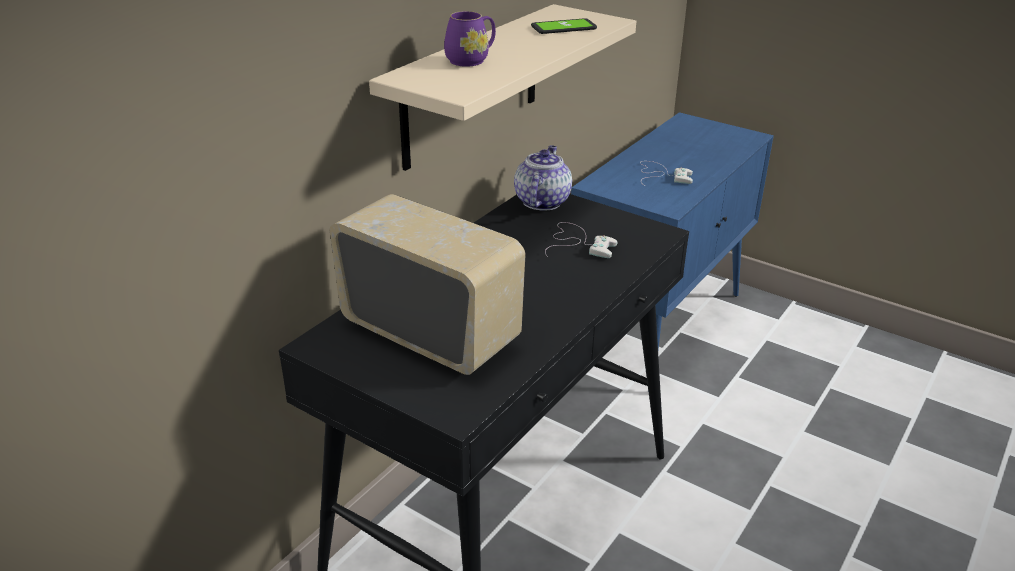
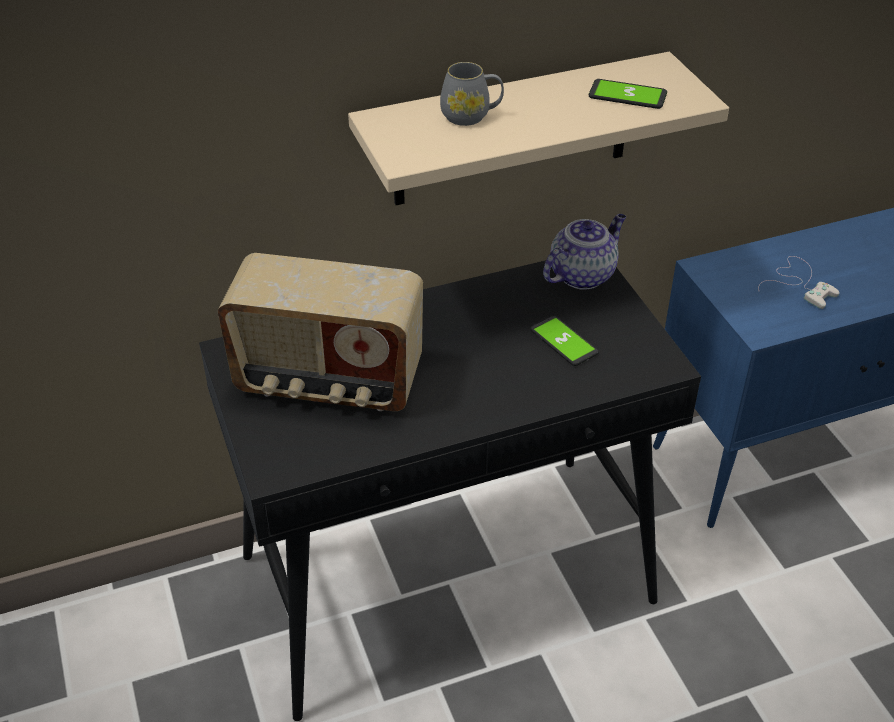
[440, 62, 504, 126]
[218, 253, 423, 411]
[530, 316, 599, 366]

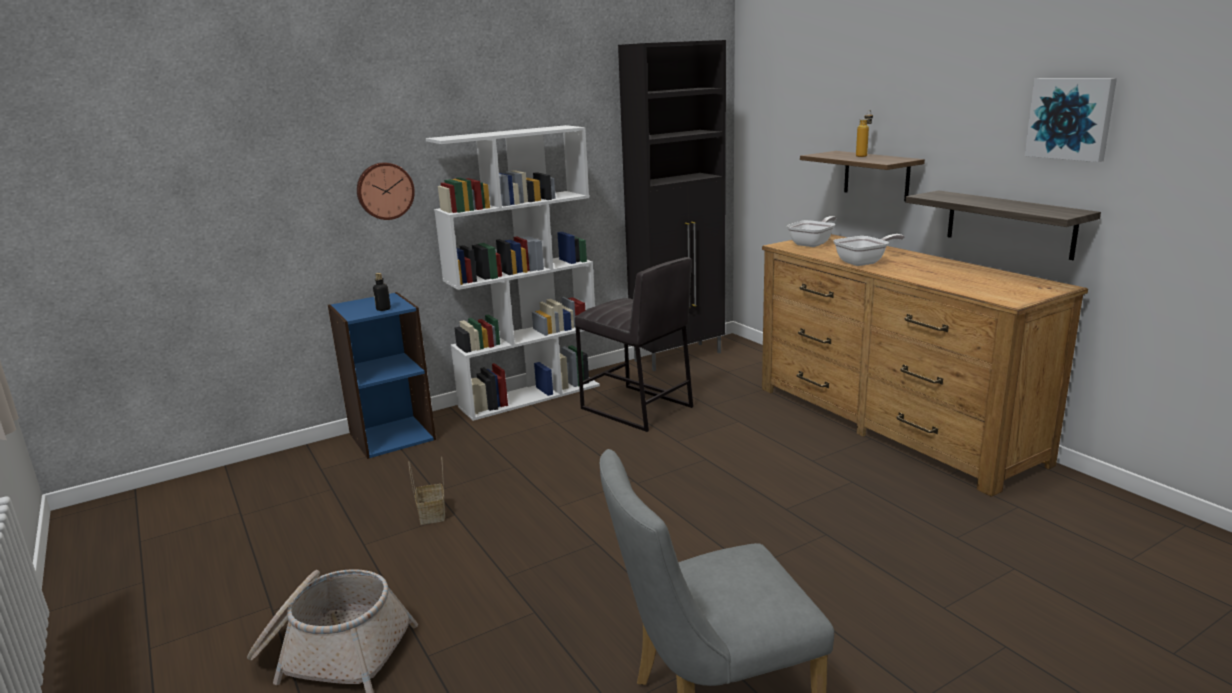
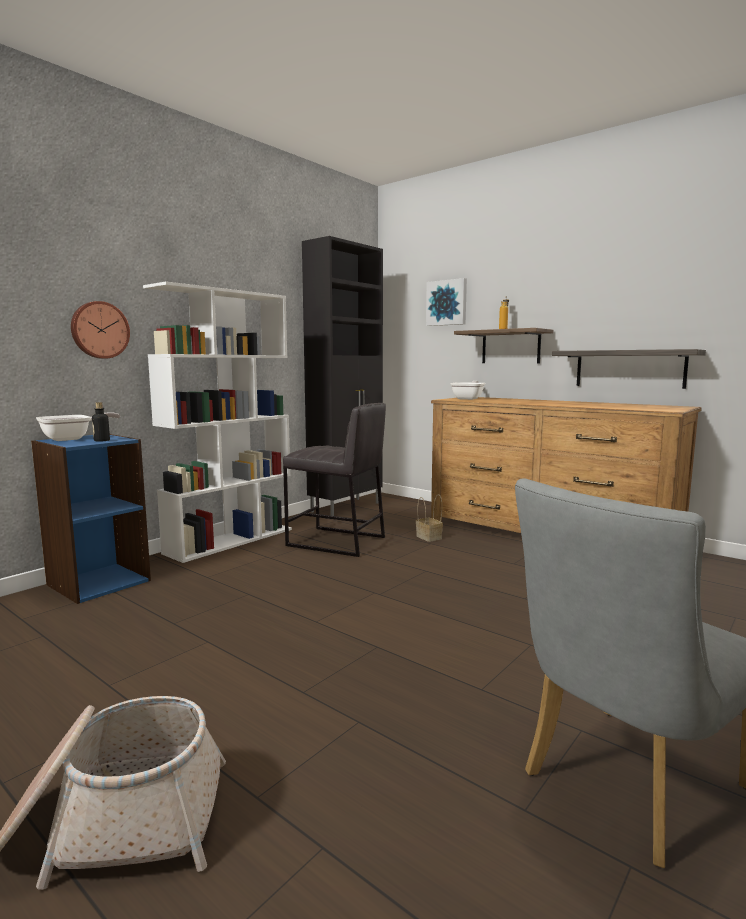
[426, 278, 467, 326]
[36, 412, 120, 441]
[416, 494, 443, 542]

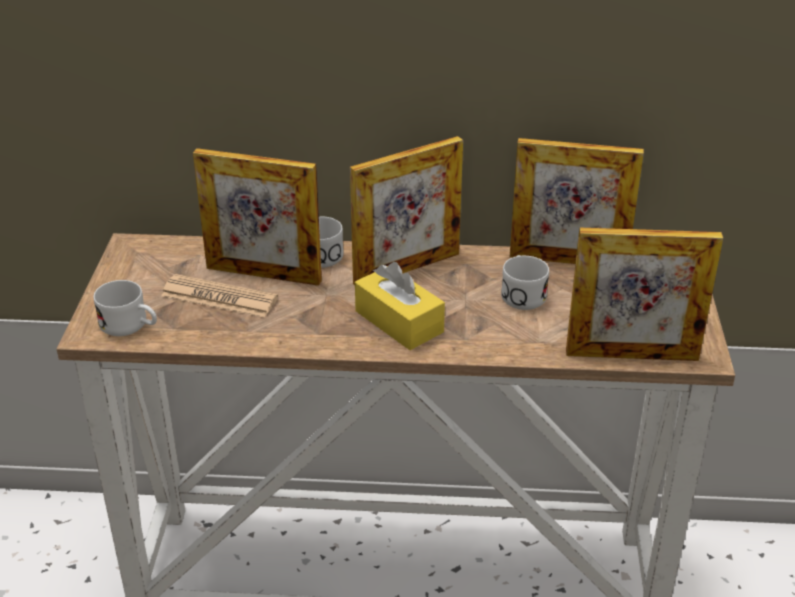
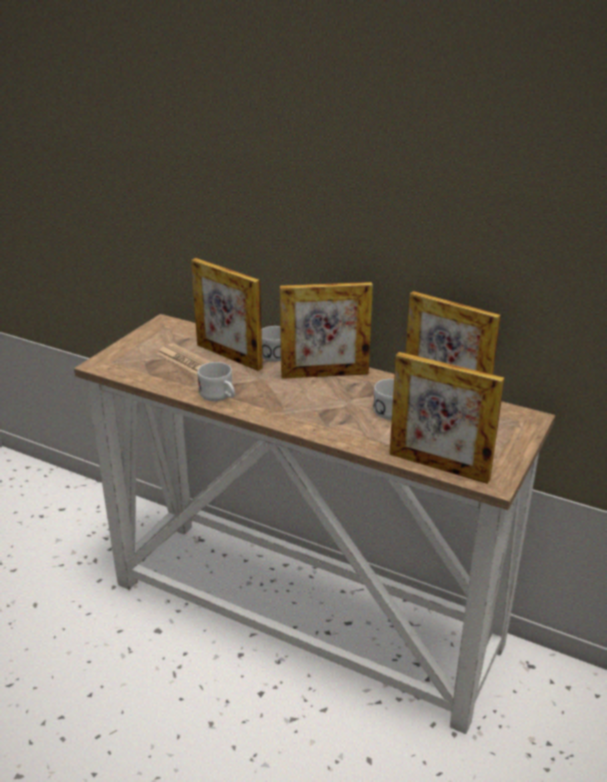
[355, 262, 445, 350] (first image)
[197, 362, 235, 401]

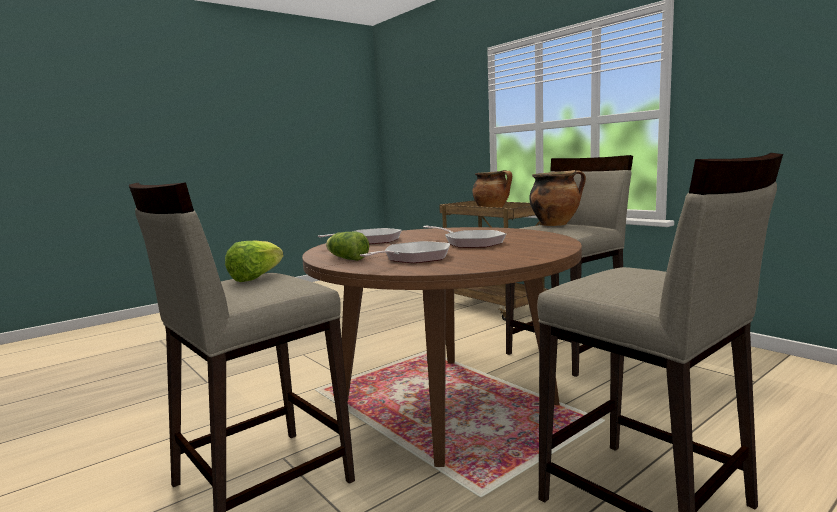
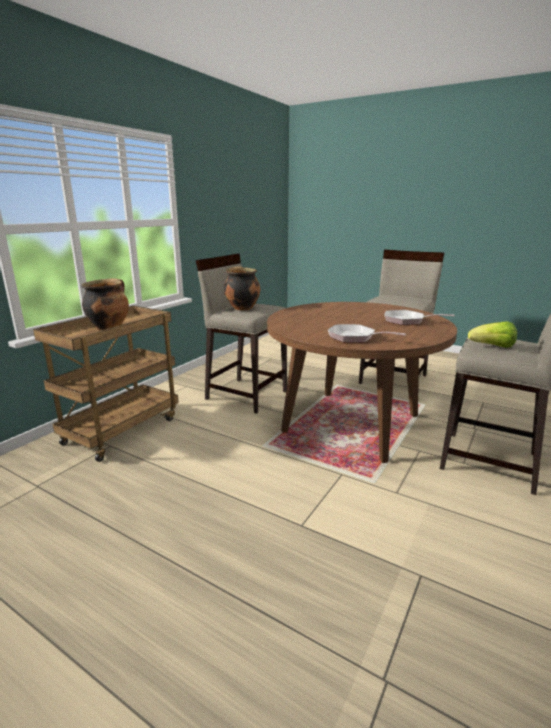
[423, 226, 506, 248] (first image)
[326, 232, 369, 261] (first image)

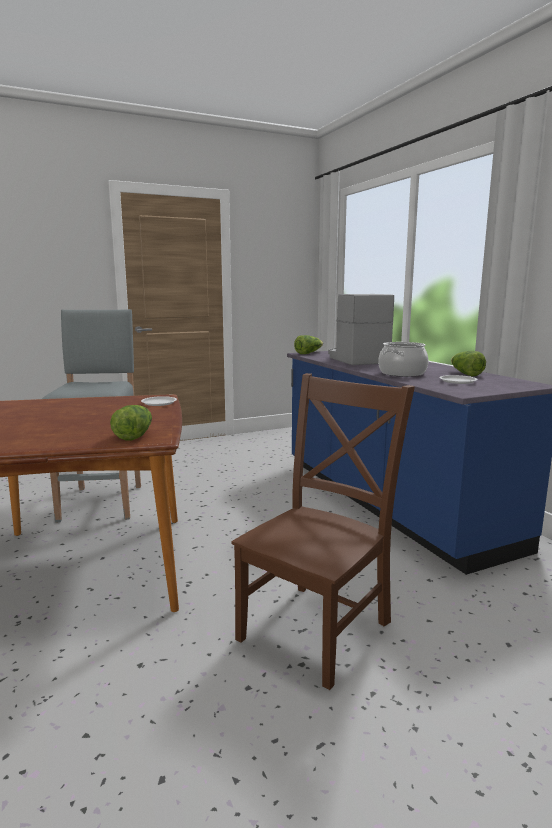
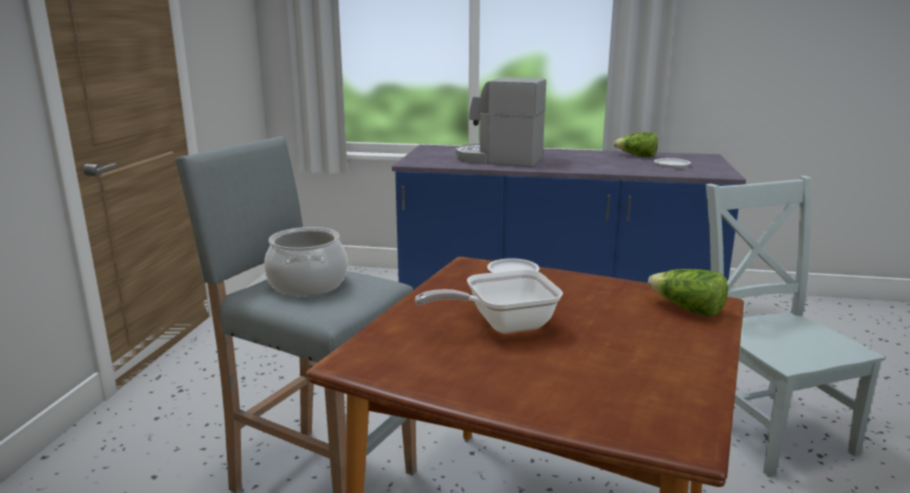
[294, 335, 323, 354] (first image)
[264, 227, 348, 296]
[706, 176, 886, 477]
[415, 269, 563, 333]

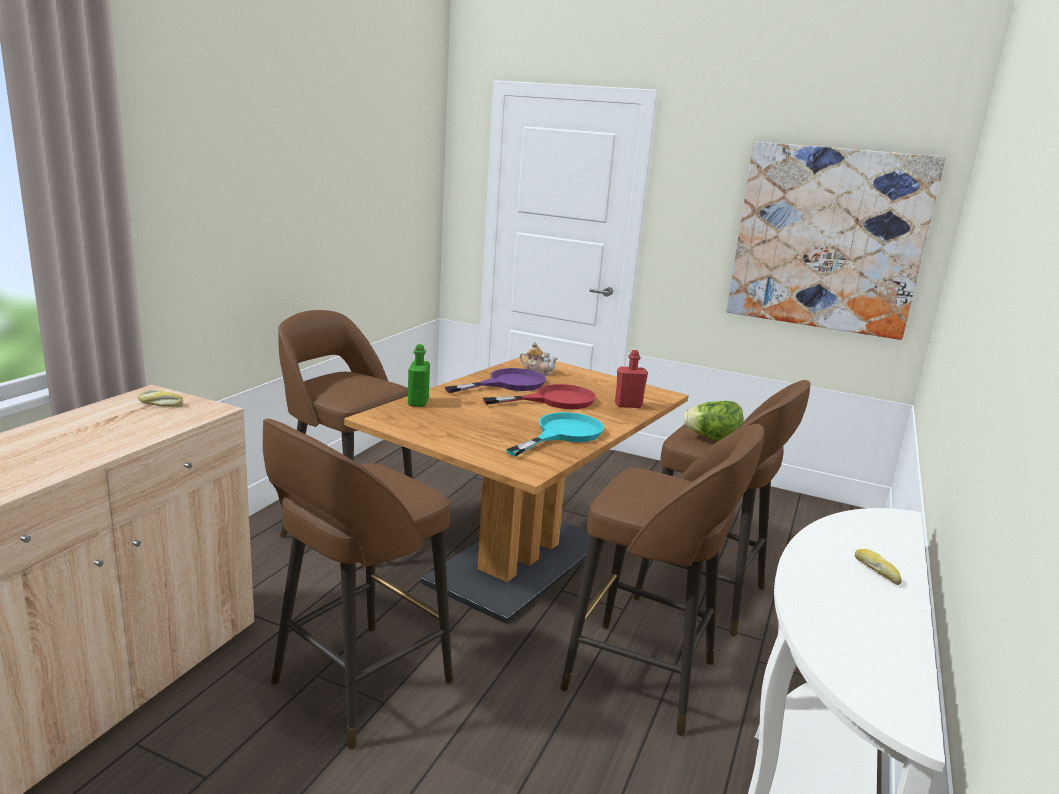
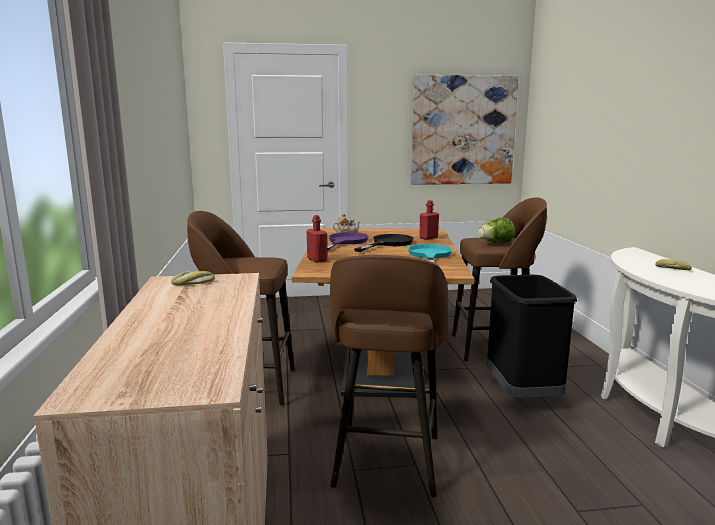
[307, 215, 327, 263]
[354, 234, 414, 252]
[487, 275, 577, 398]

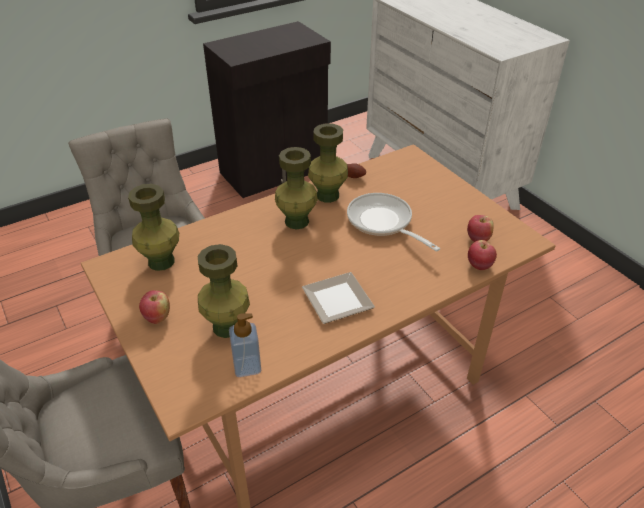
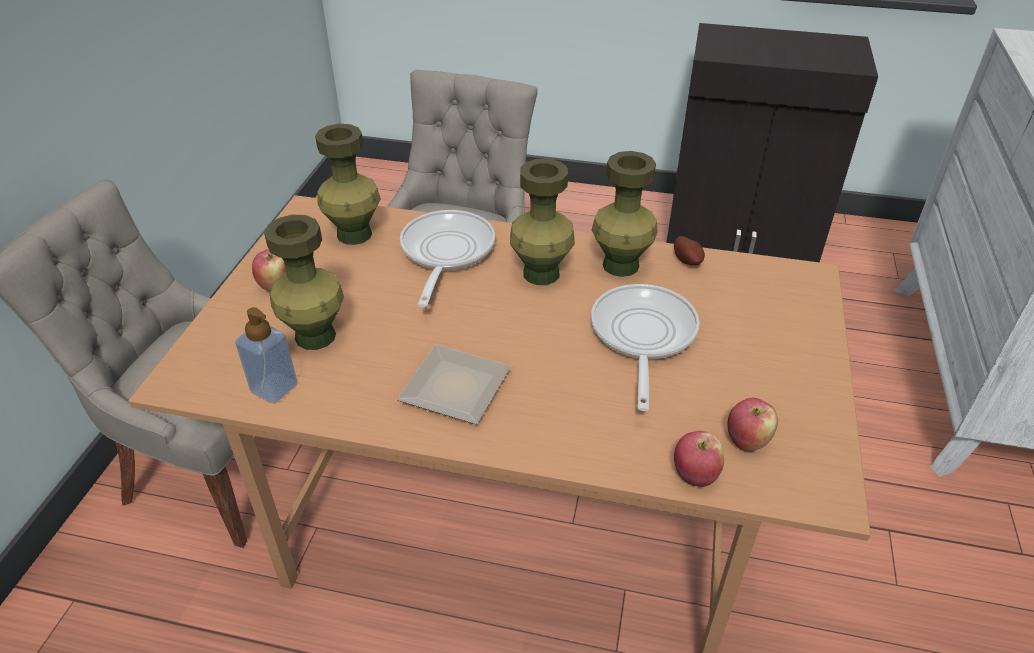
[400, 210, 495, 307]

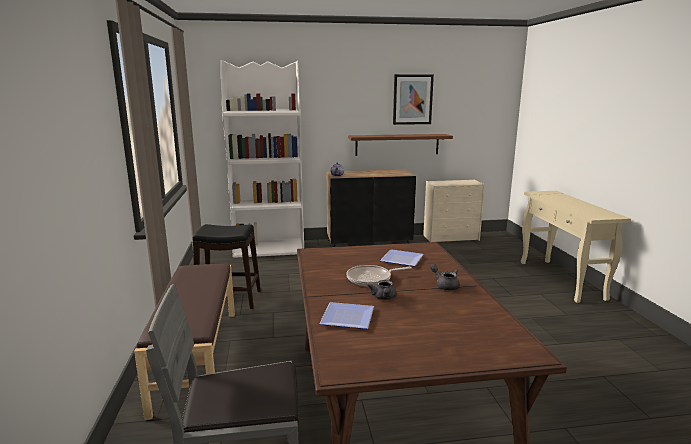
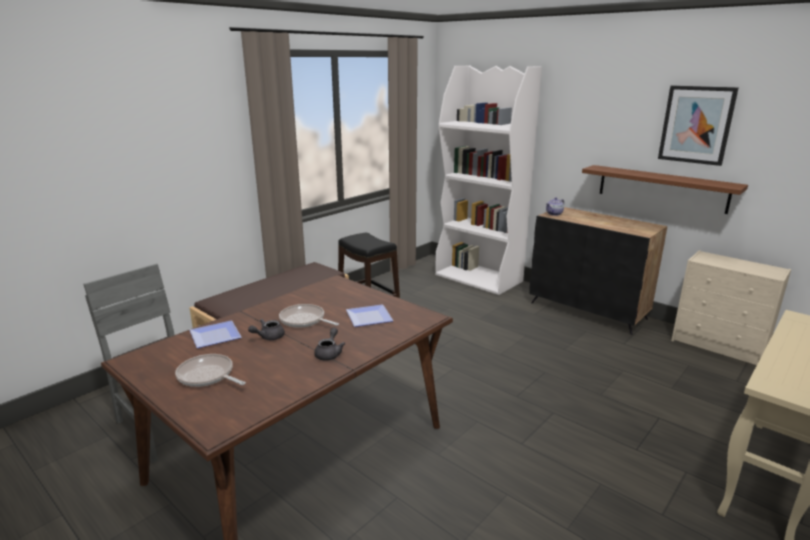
[175, 354, 246, 387]

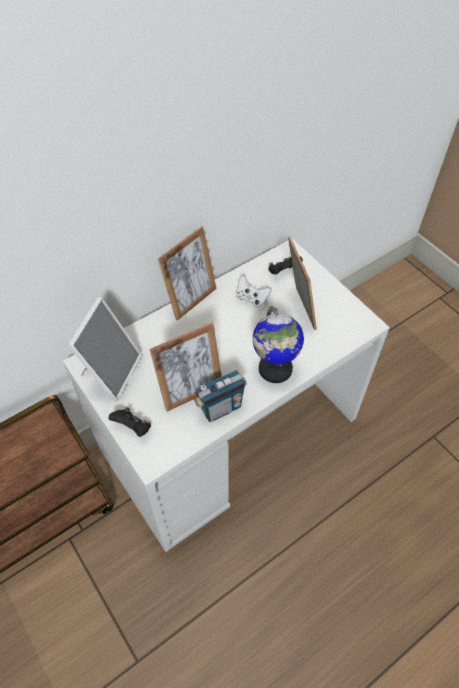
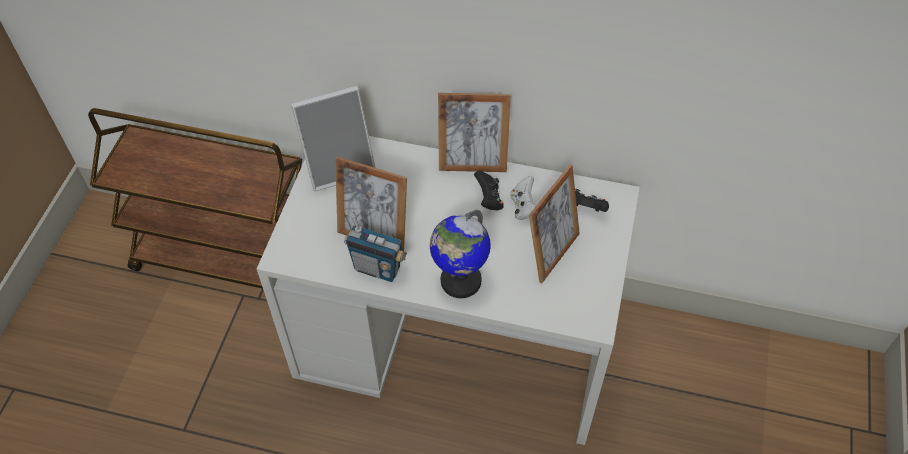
[474, 170, 504, 210]

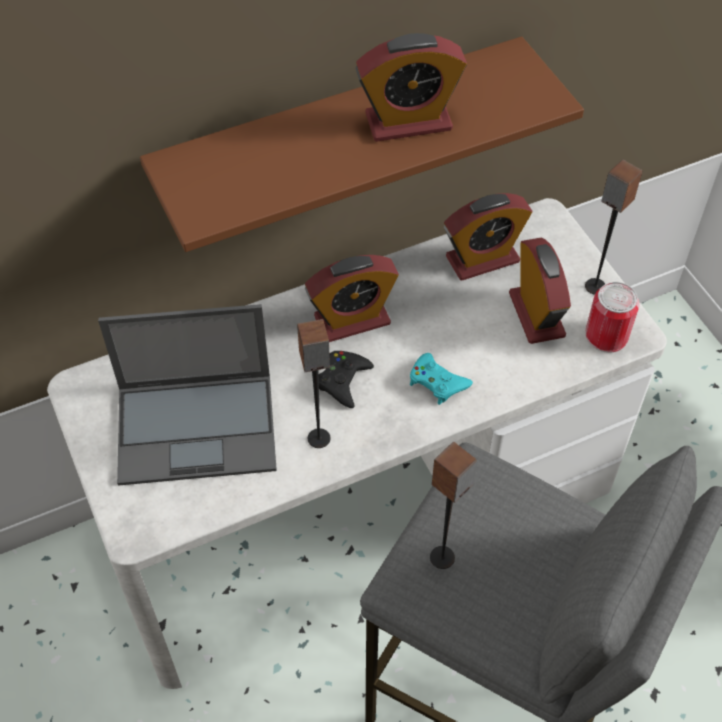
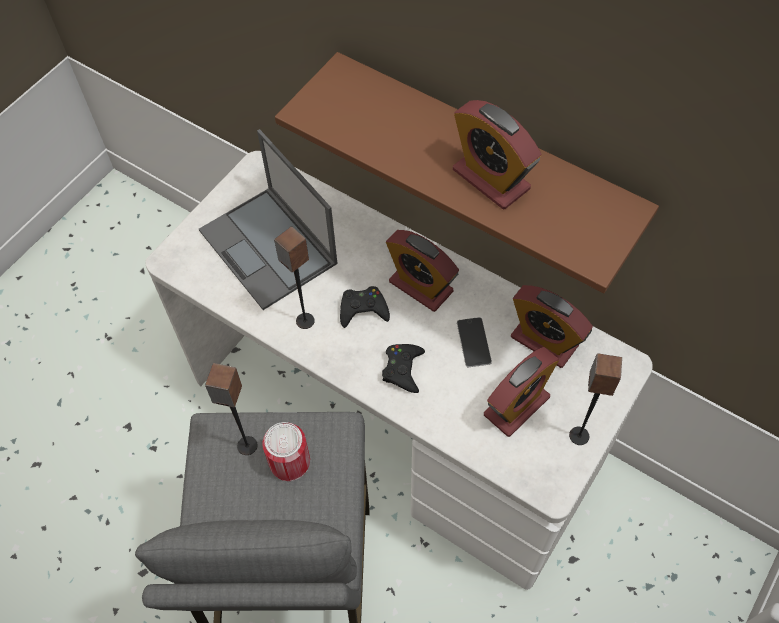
[262, 422, 310, 481]
[382, 344, 425, 393]
[457, 317, 492, 367]

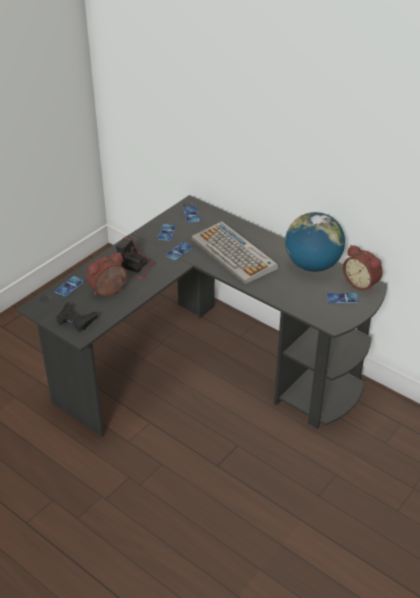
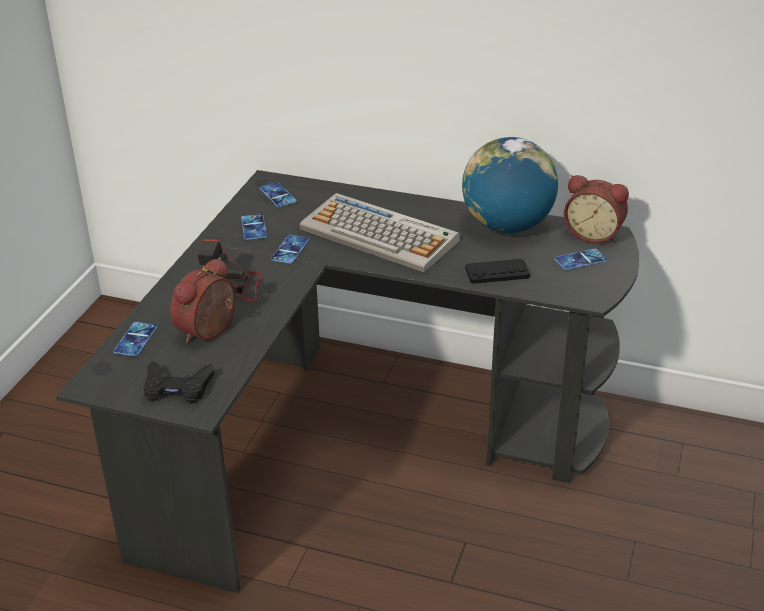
[465, 259, 530, 284]

